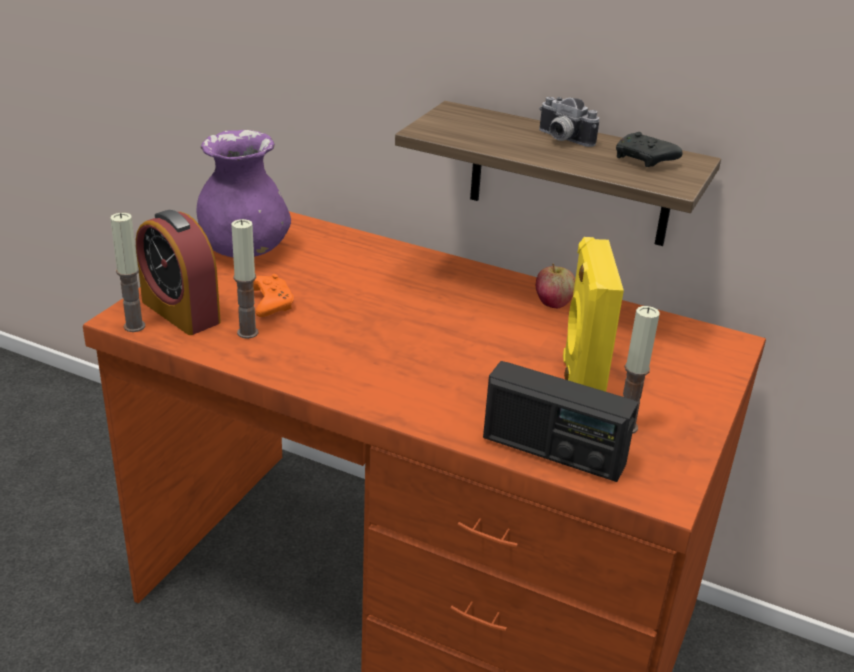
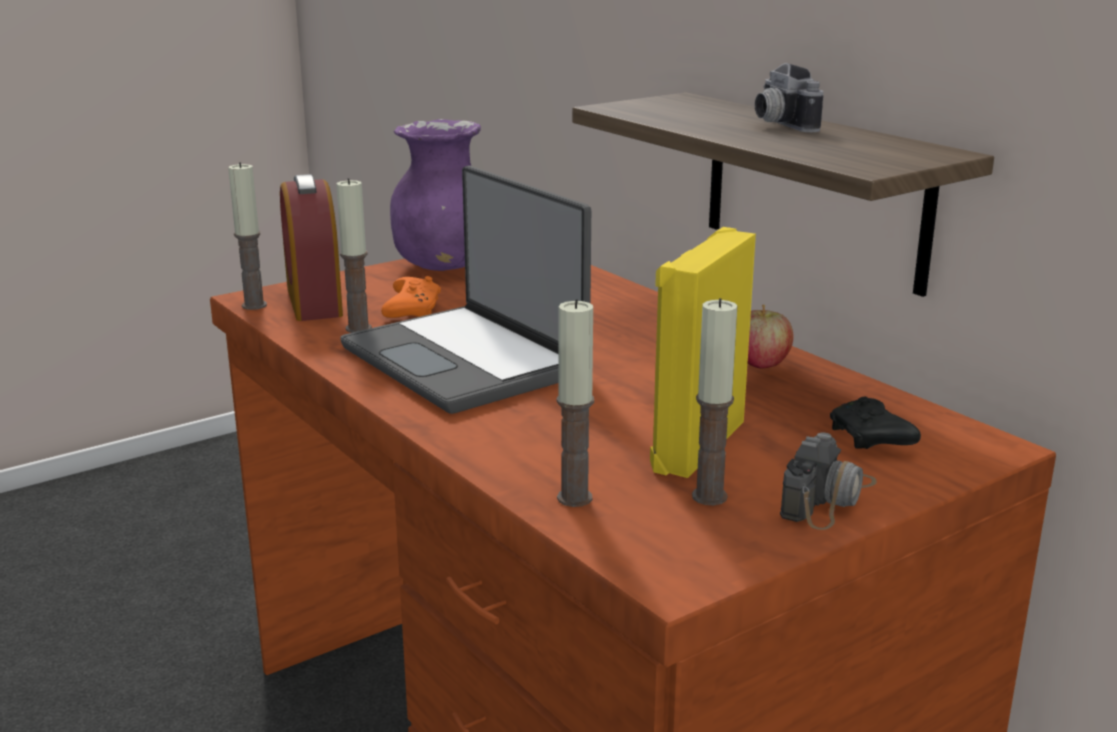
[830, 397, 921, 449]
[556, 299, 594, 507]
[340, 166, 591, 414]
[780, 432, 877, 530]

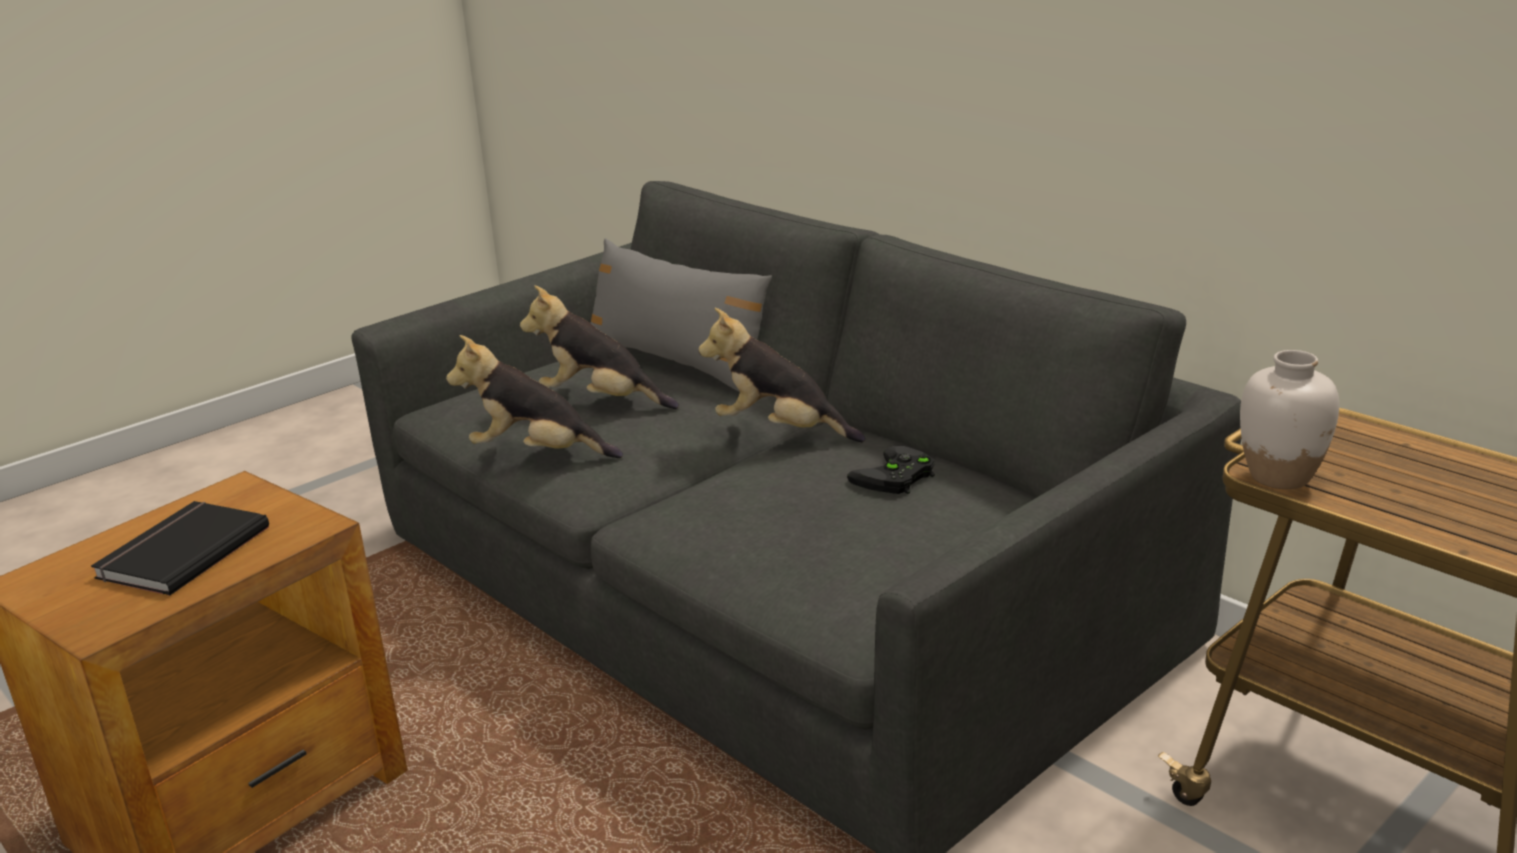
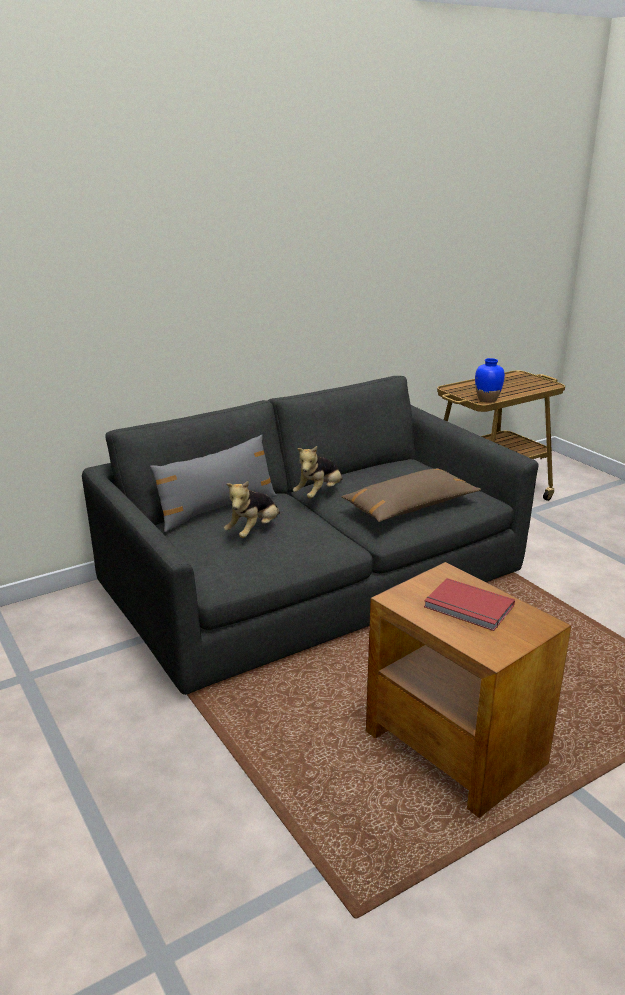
[446, 335, 623, 458] (first image)
[475, 358, 505, 403]
[847, 446, 935, 494] (first image)
[424, 578, 515, 631]
[342, 468, 481, 522]

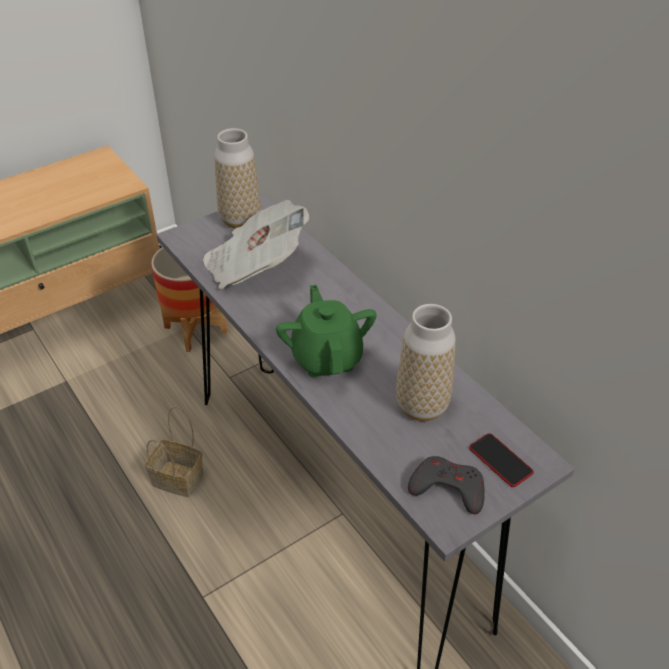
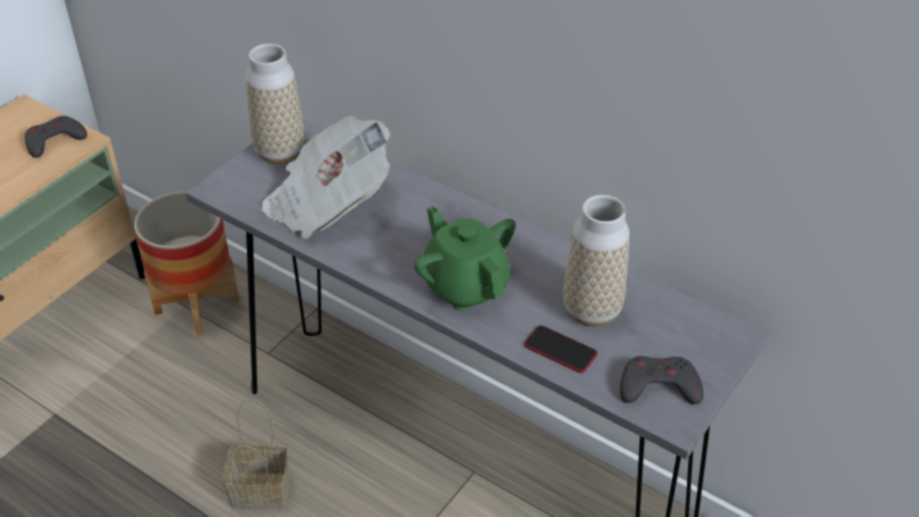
[524, 325, 598, 373]
[25, 116, 87, 158]

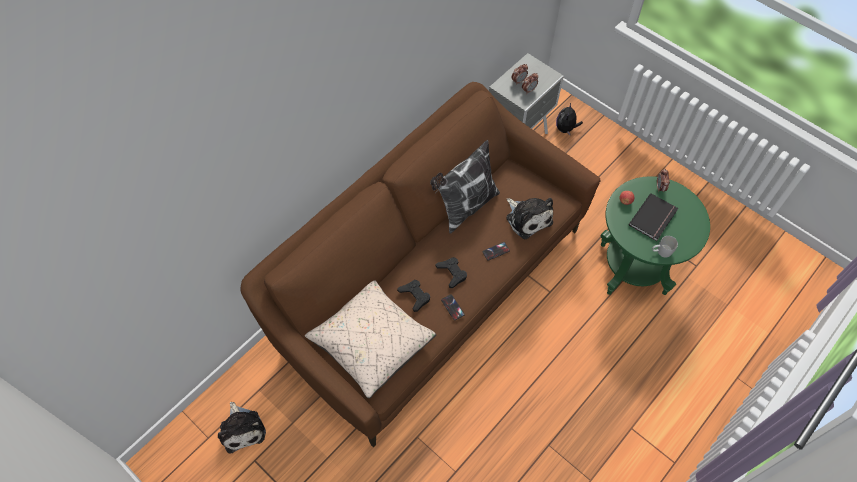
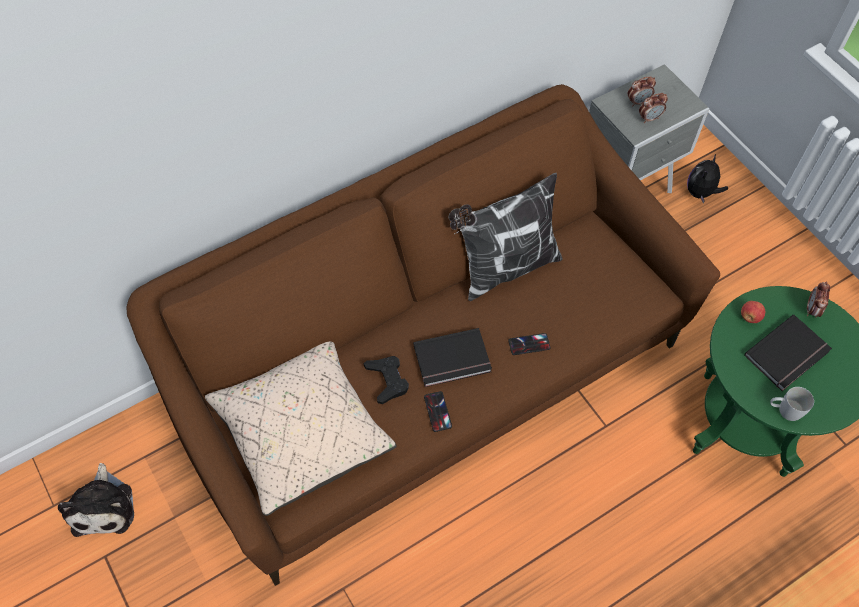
[506, 198, 553, 239] (first image)
[413, 328, 492, 387]

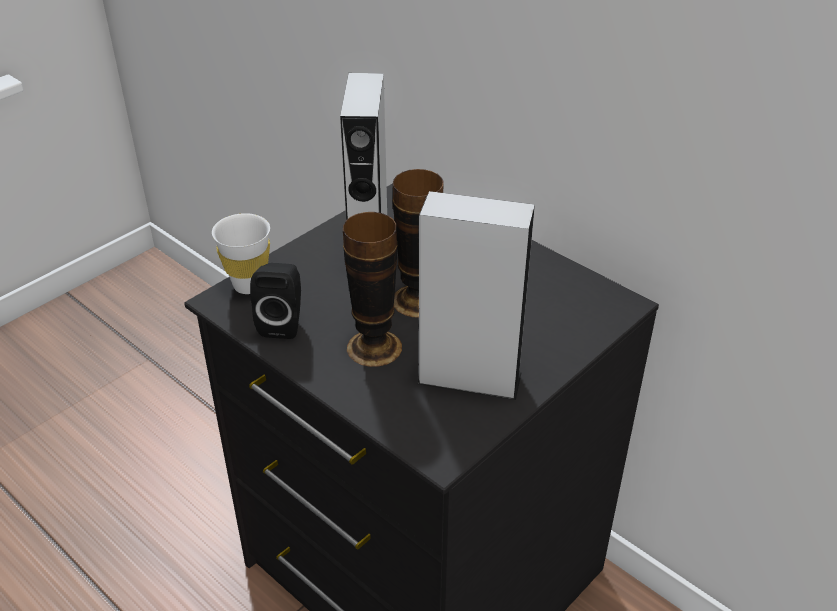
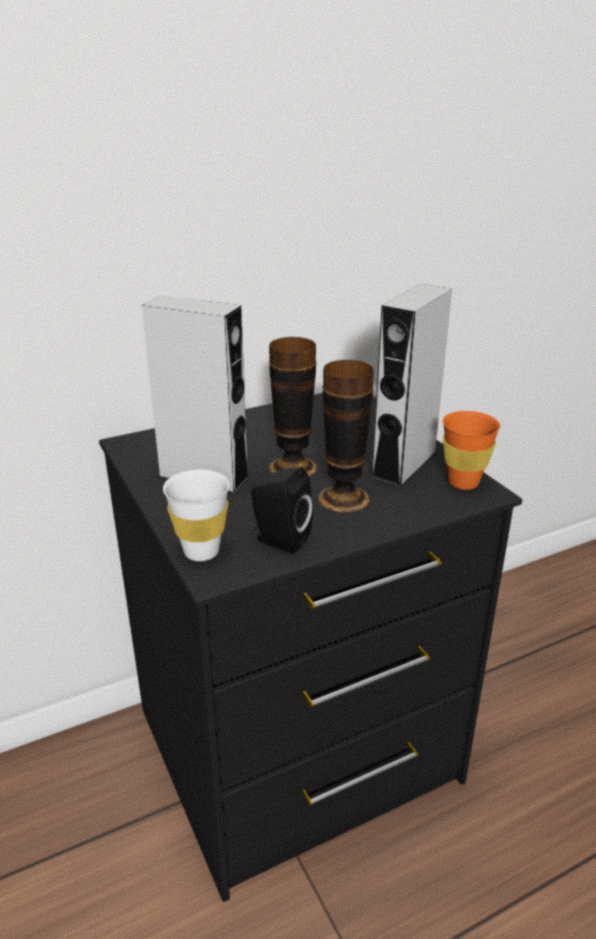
[443, 411, 500, 490]

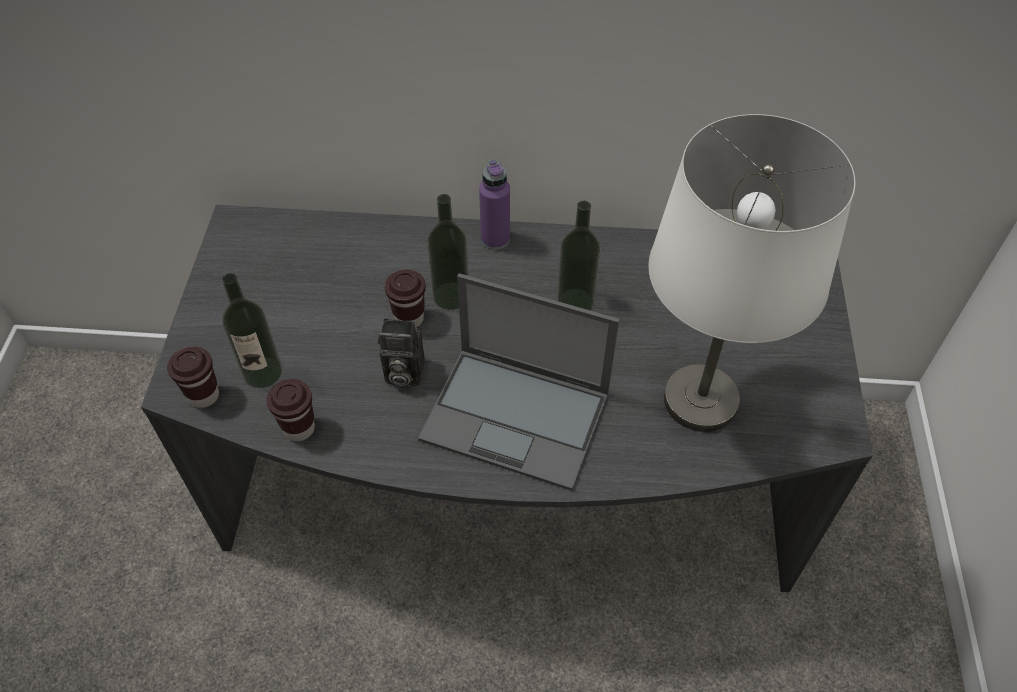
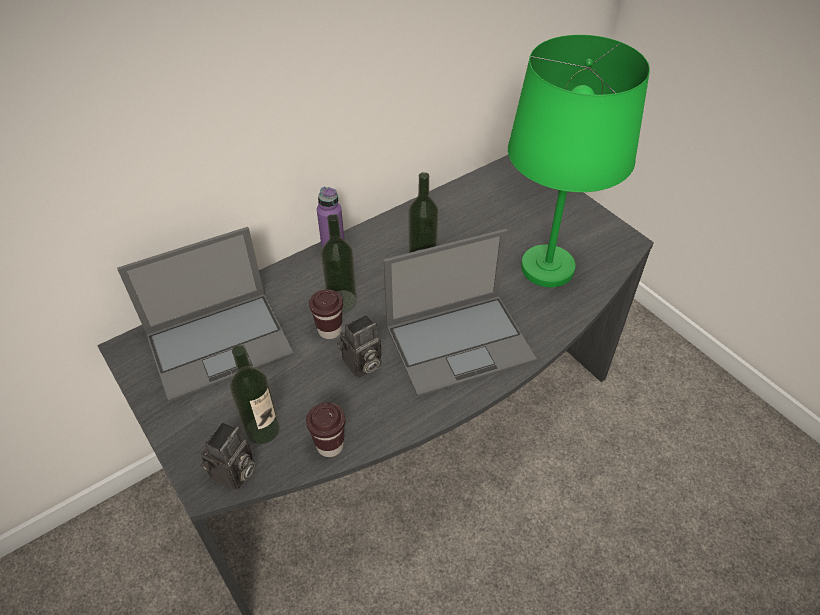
[508, 35, 650, 287]
[201, 422, 255, 491]
[117, 227, 294, 402]

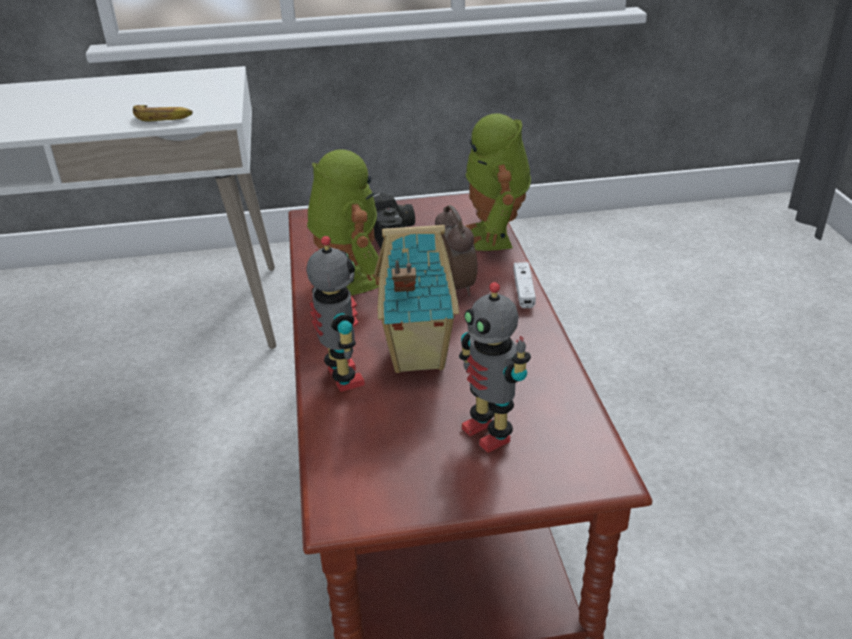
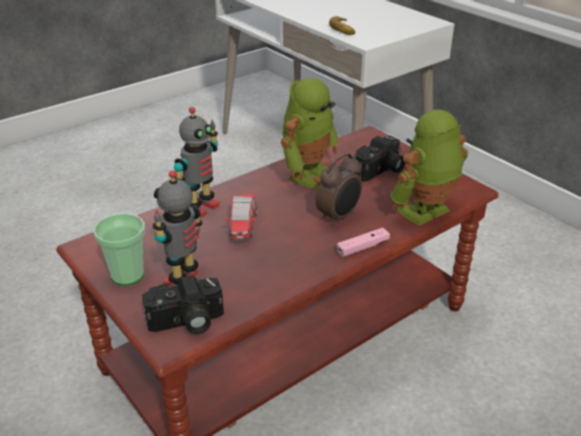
[226, 194, 257, 240]
[337, 228, 390, 257]
[93, 213, 145, 286]
[142, 275, 224, 334]

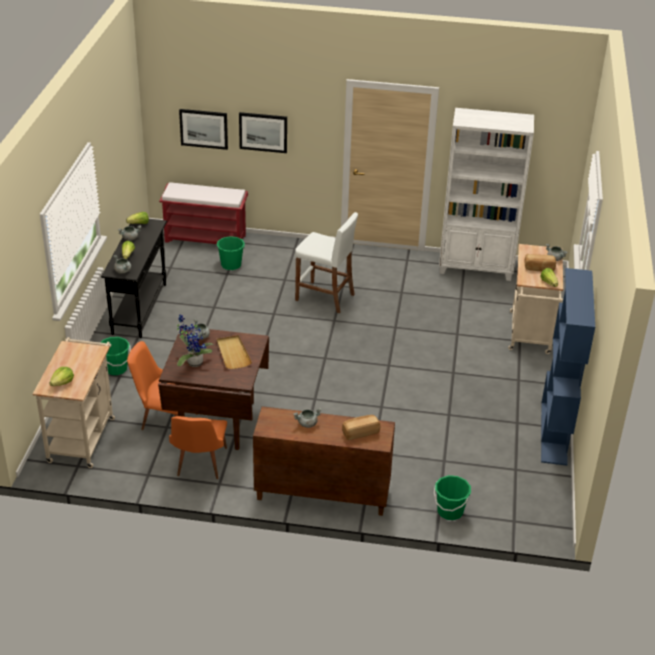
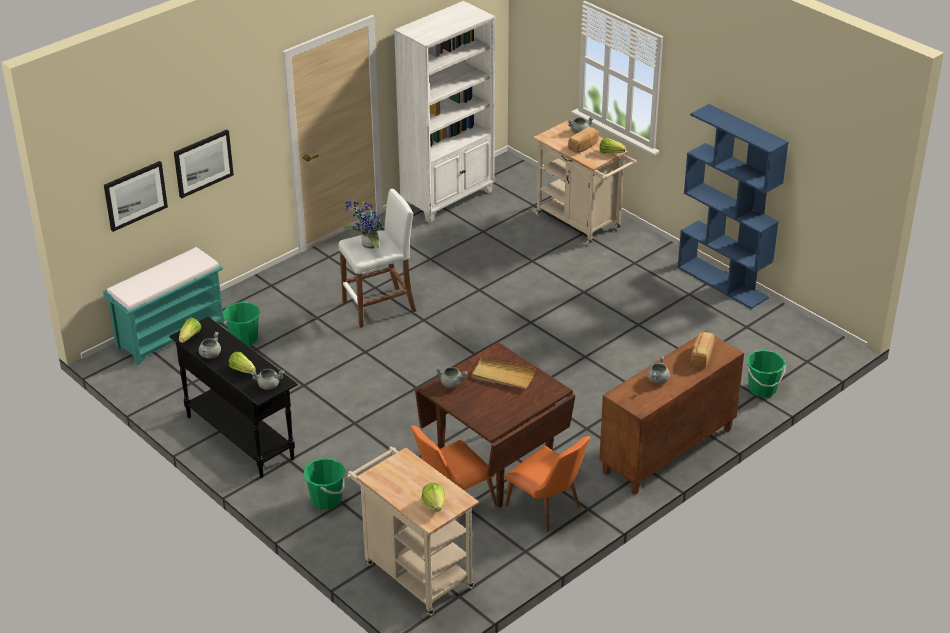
[103, 247, 224, 365]
[343, 201, 385, 249]

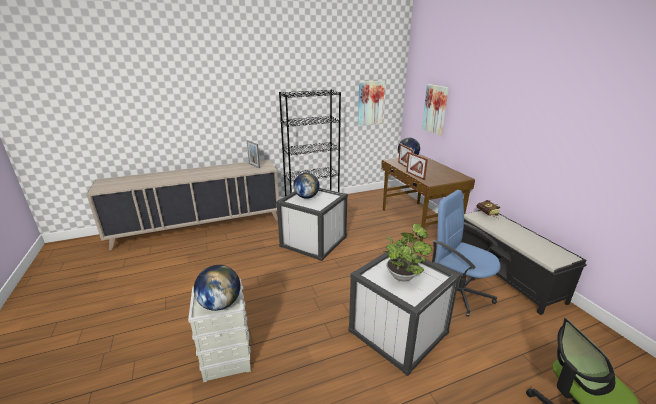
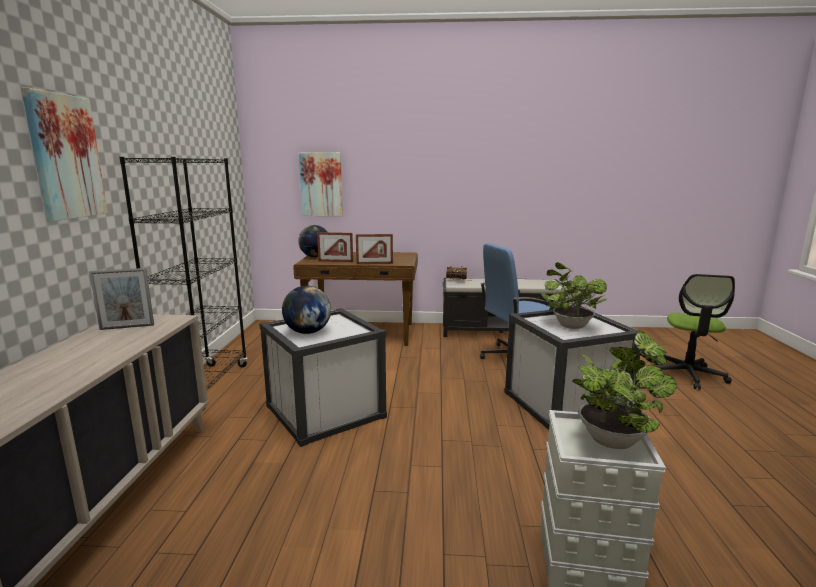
[21, 87, 108, 221]
[572, 332, 677, 449]

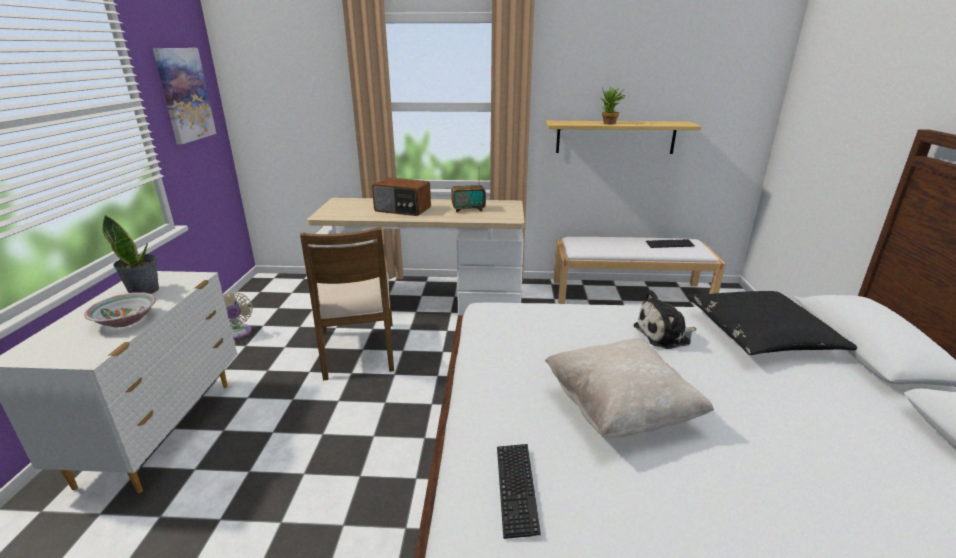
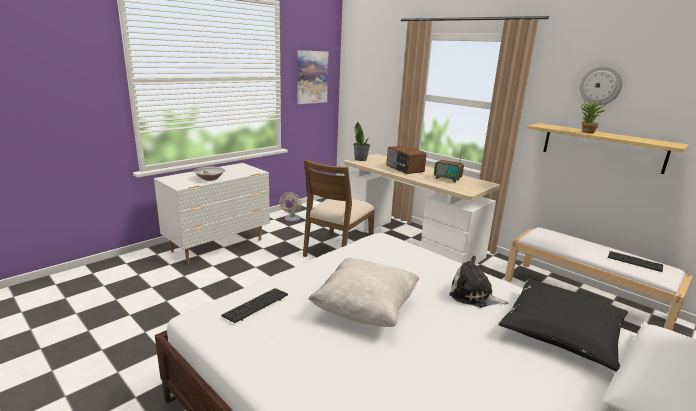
[353, 121, 370, 161]
[579, 66, 623, 105]

